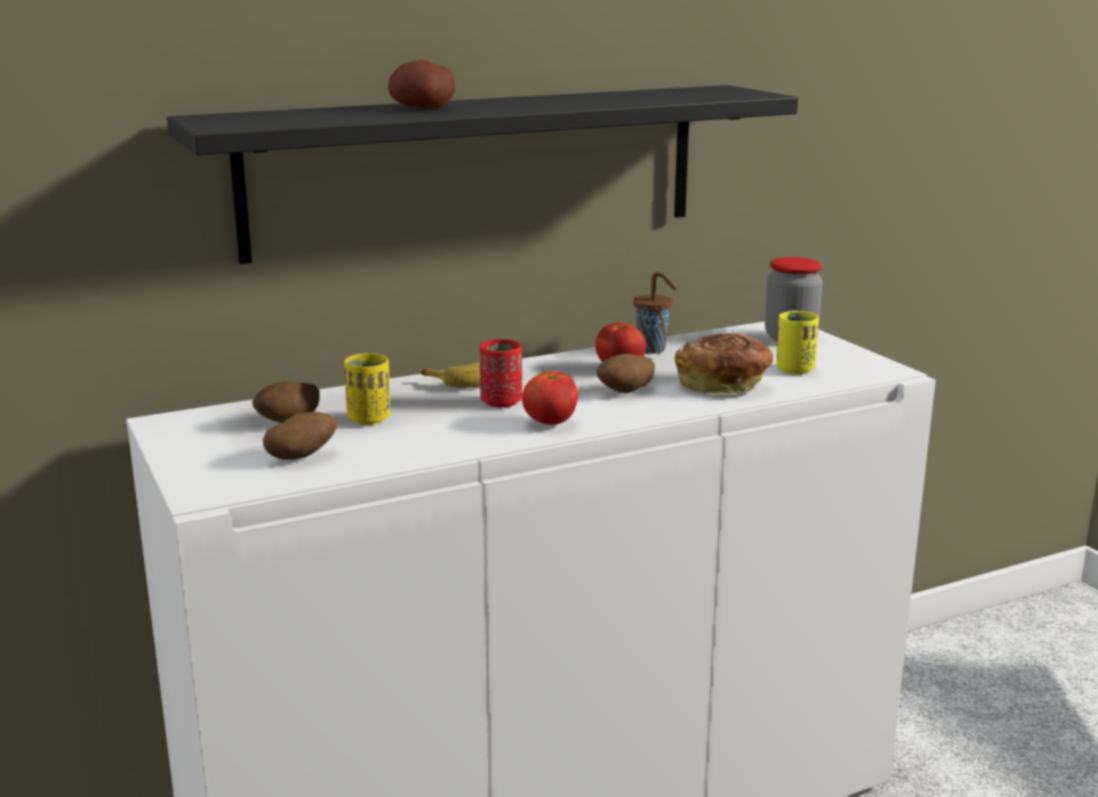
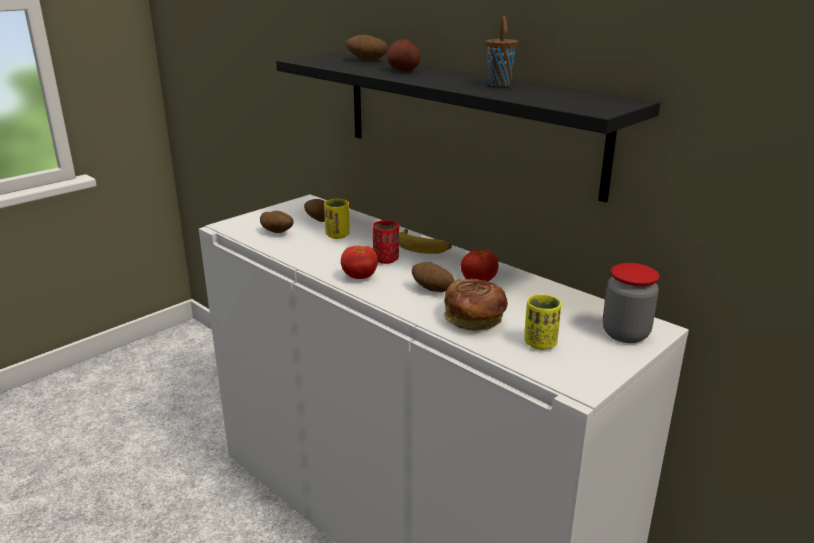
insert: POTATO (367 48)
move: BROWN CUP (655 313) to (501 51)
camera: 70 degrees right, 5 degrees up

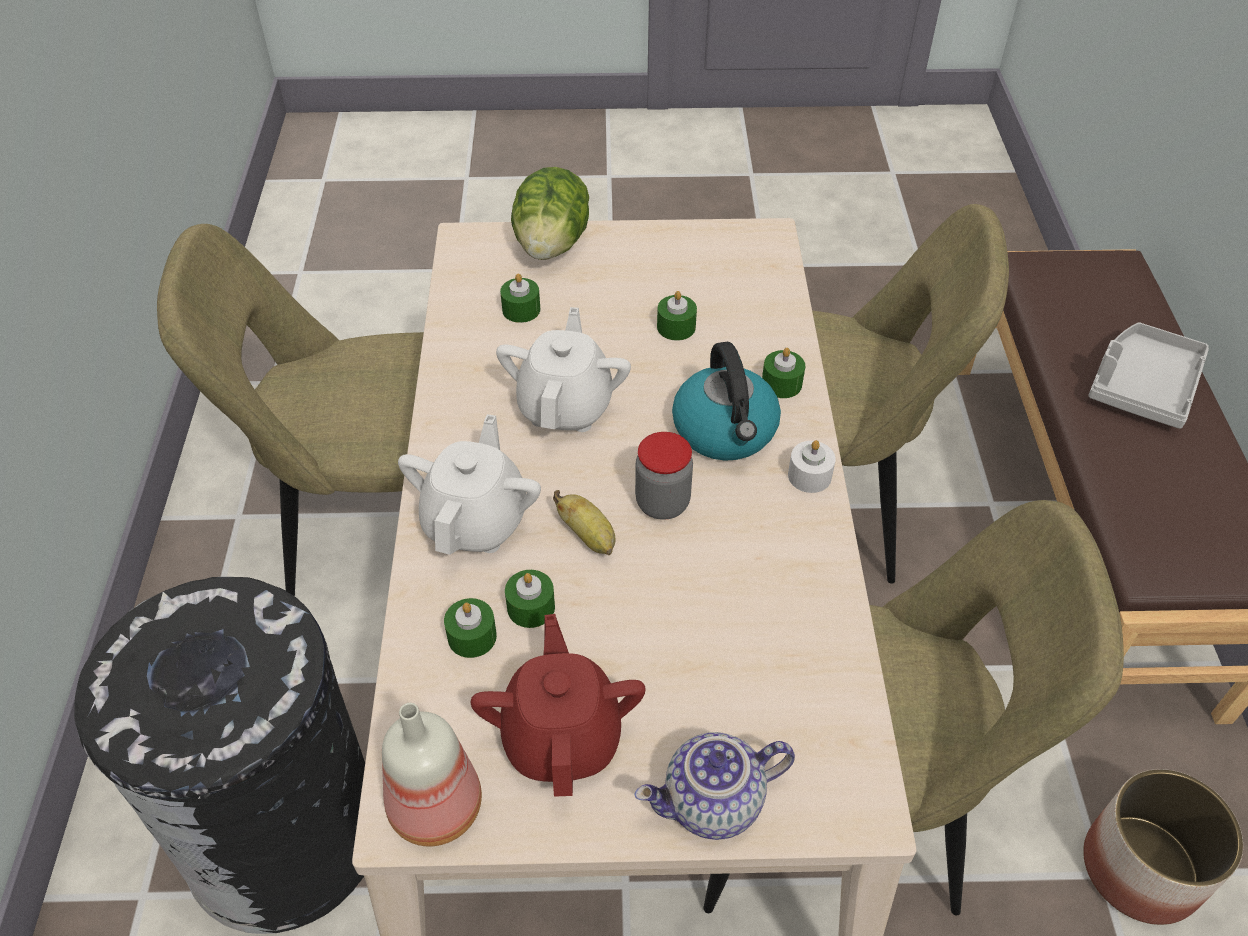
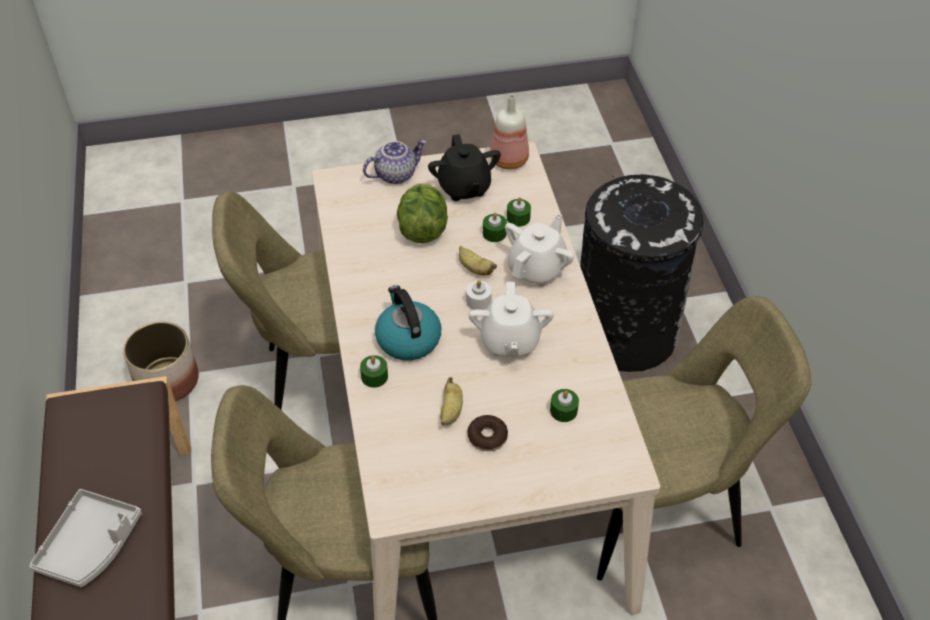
delete: JAR (664 476)
insert: DONUT (487 433)
move: LETTUCE (550 213) to (422 213); WHITE CANDLE (812 466) to (479 295)
replace: GREEN CANDLE (677 316) to BANANA (451 401)
recolor: RED TEAPOT (558 705) to BLACK TEAPOT (464 167)
rotate: WHITE TEAPOT (469 484) = (539 250) 150 degrees counterclockwise
camera: 170 degrees right, 0 degrees up

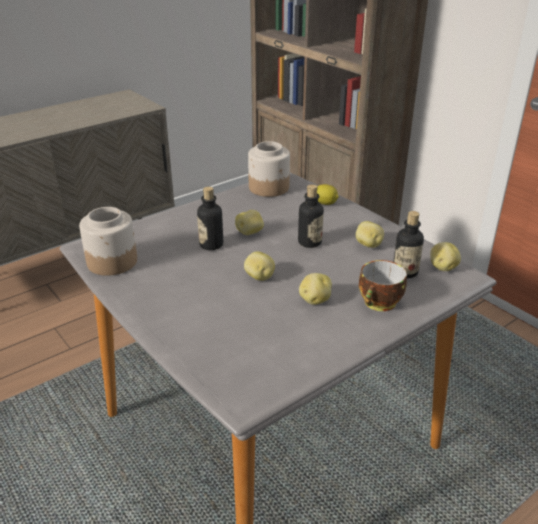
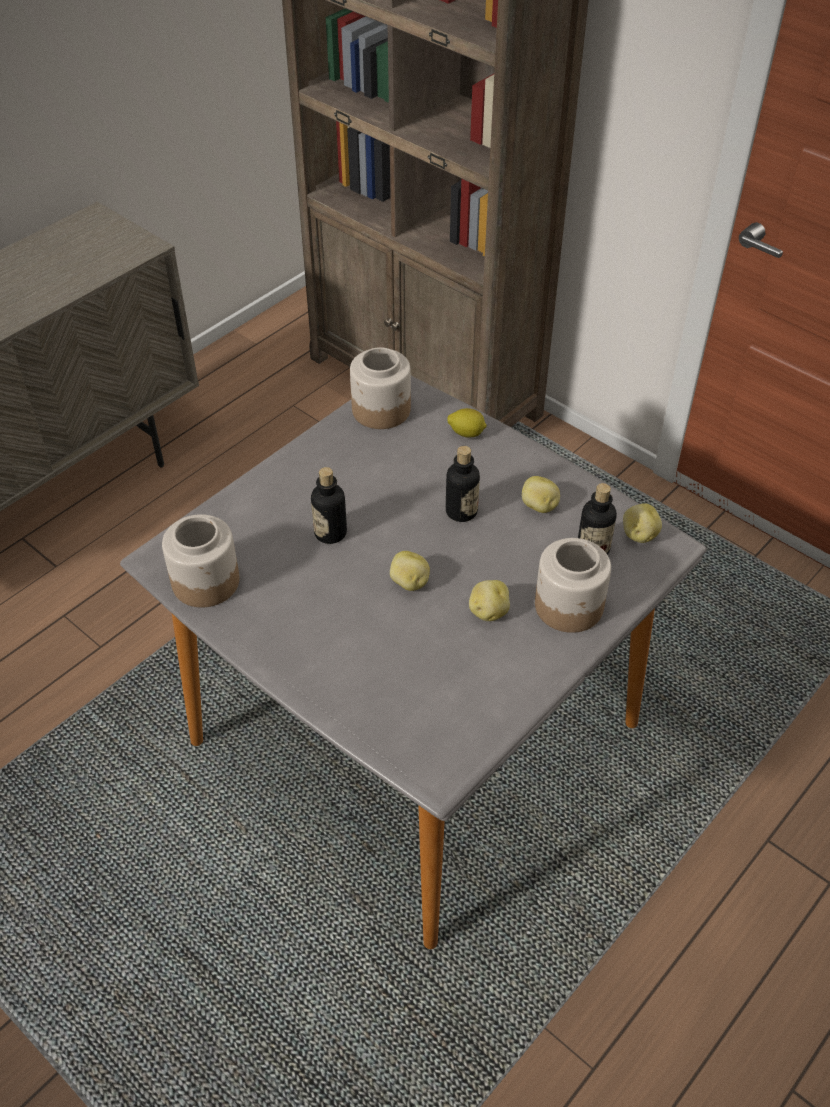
delete: POTATO (249 222)
replace: CUP (383 285) to JAR (573 585)
camera: 10 degrees left, 15 degrees up

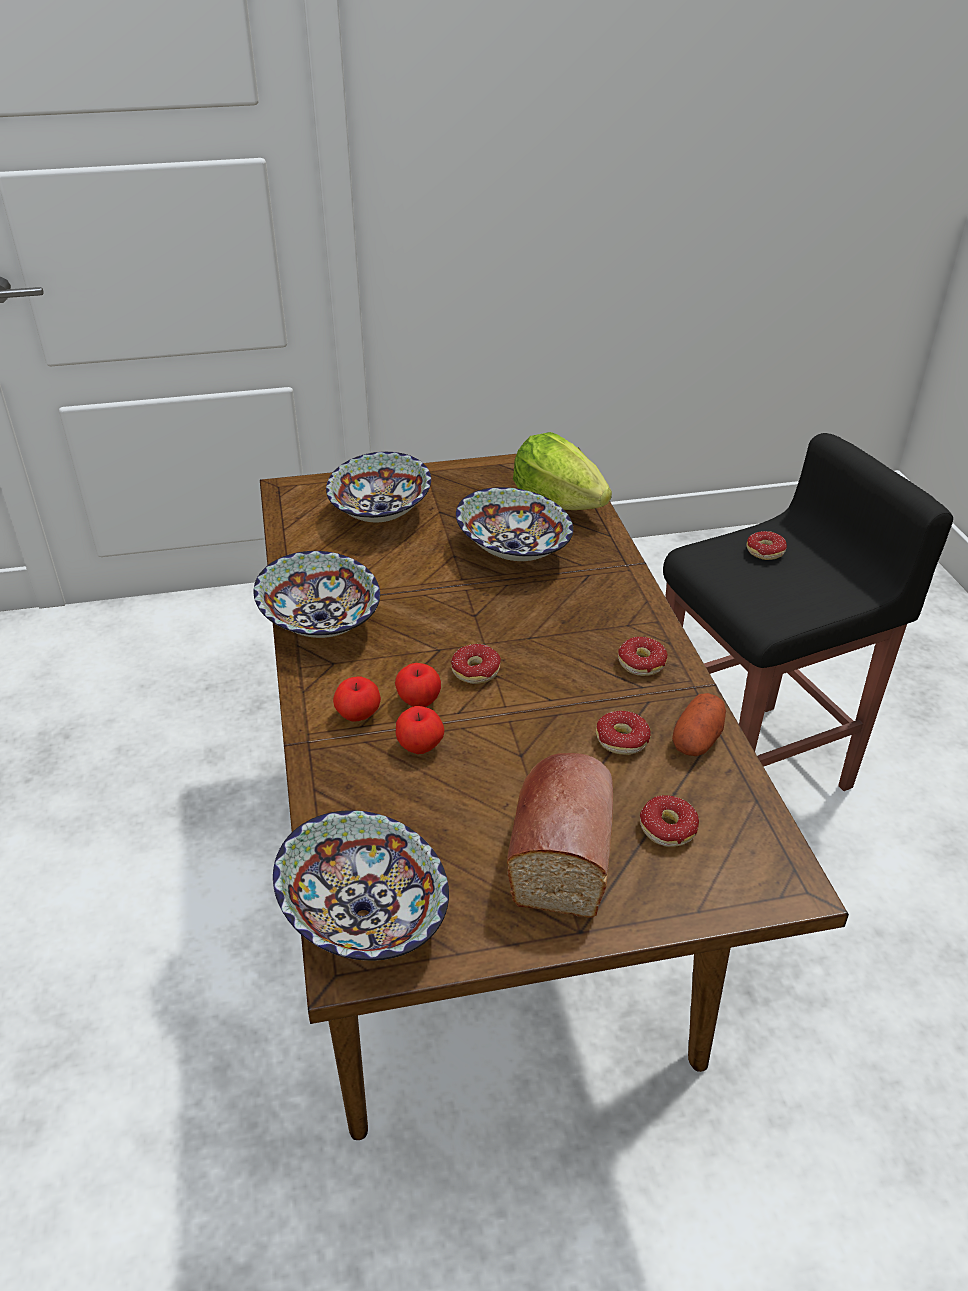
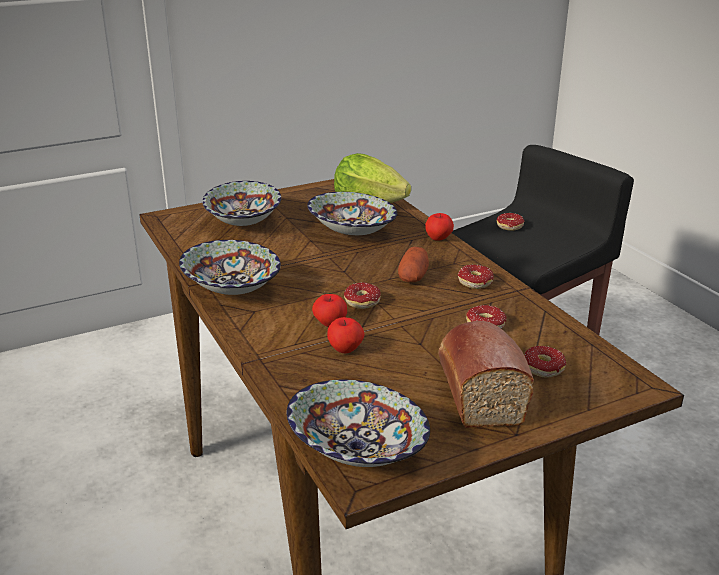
move: APPLE (357 699) to (439 227); POTATO (699 724) to (413 264)
camera: 15 degrees left, 10 degrees down

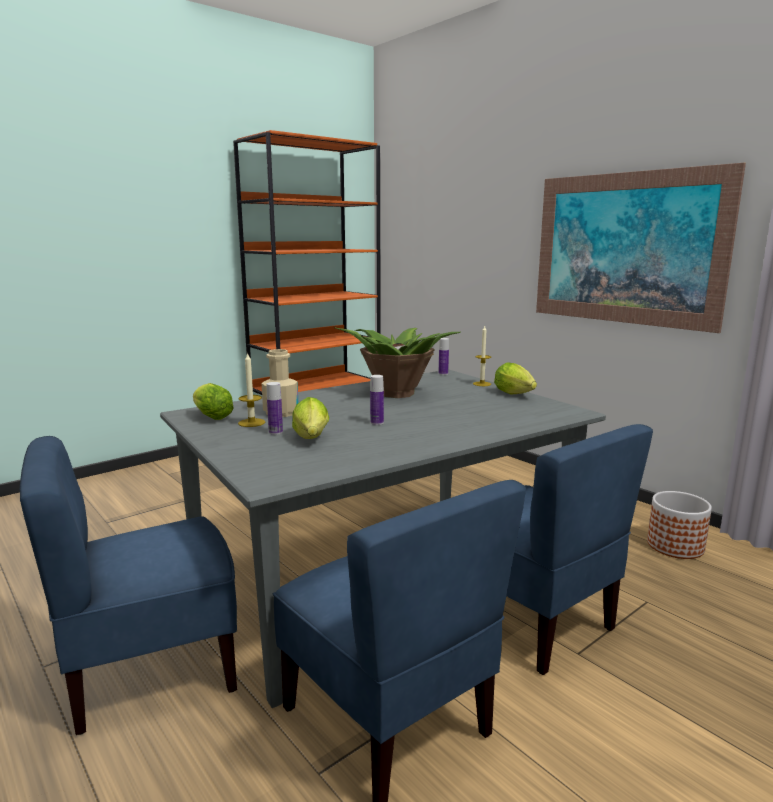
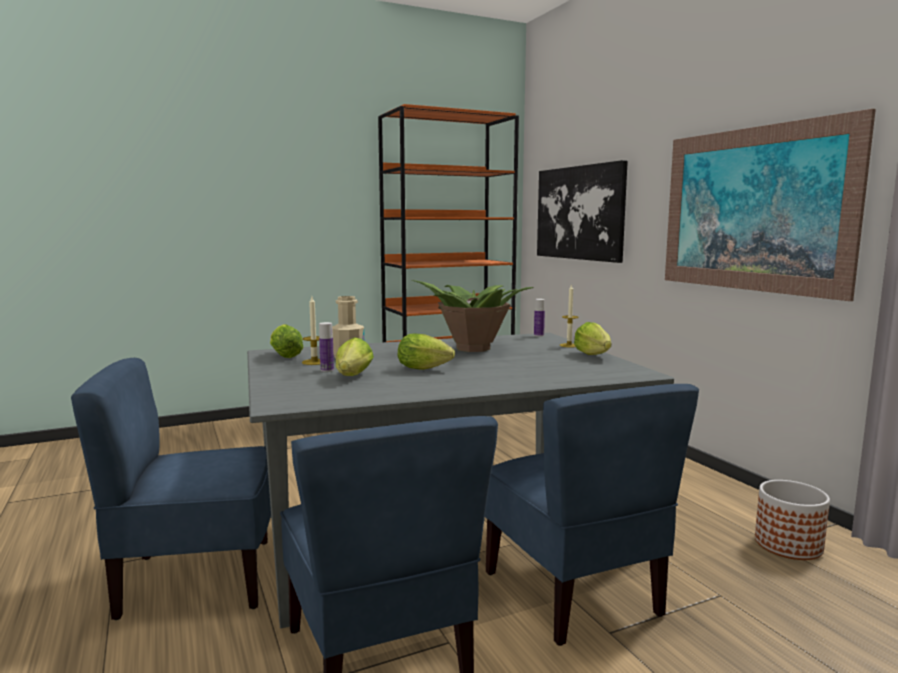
insert: PICTURE (582 211)
replace: BOTTLE (377 400) to LETTUCE (426 351)
camera: 15 degrees right, 5 degrees down

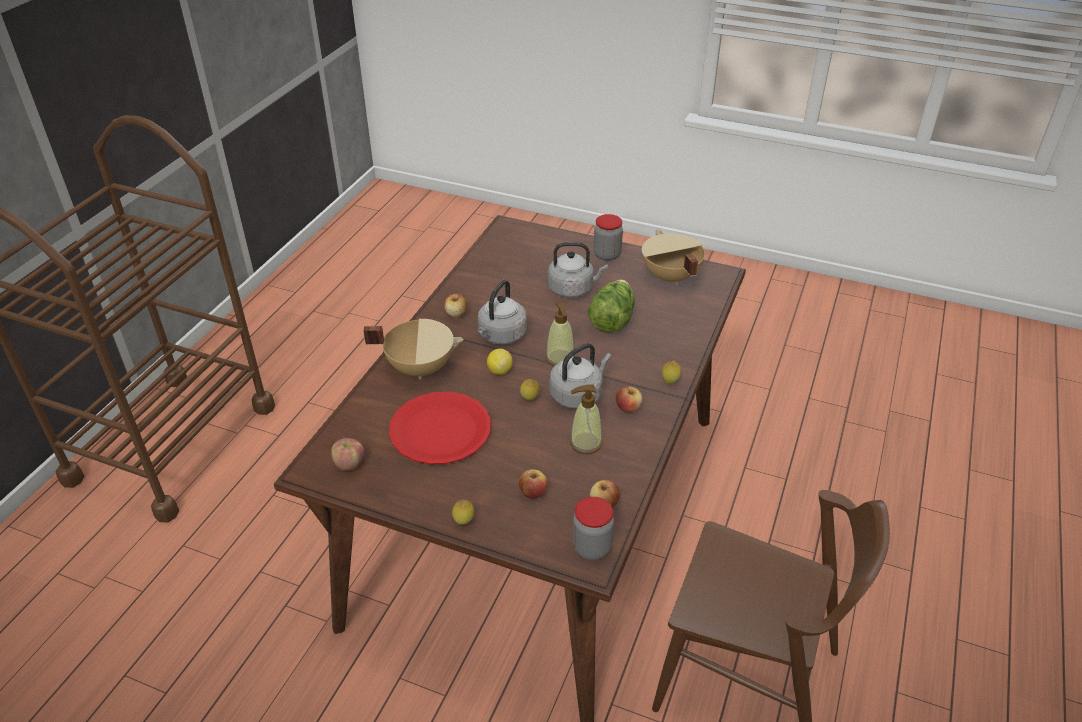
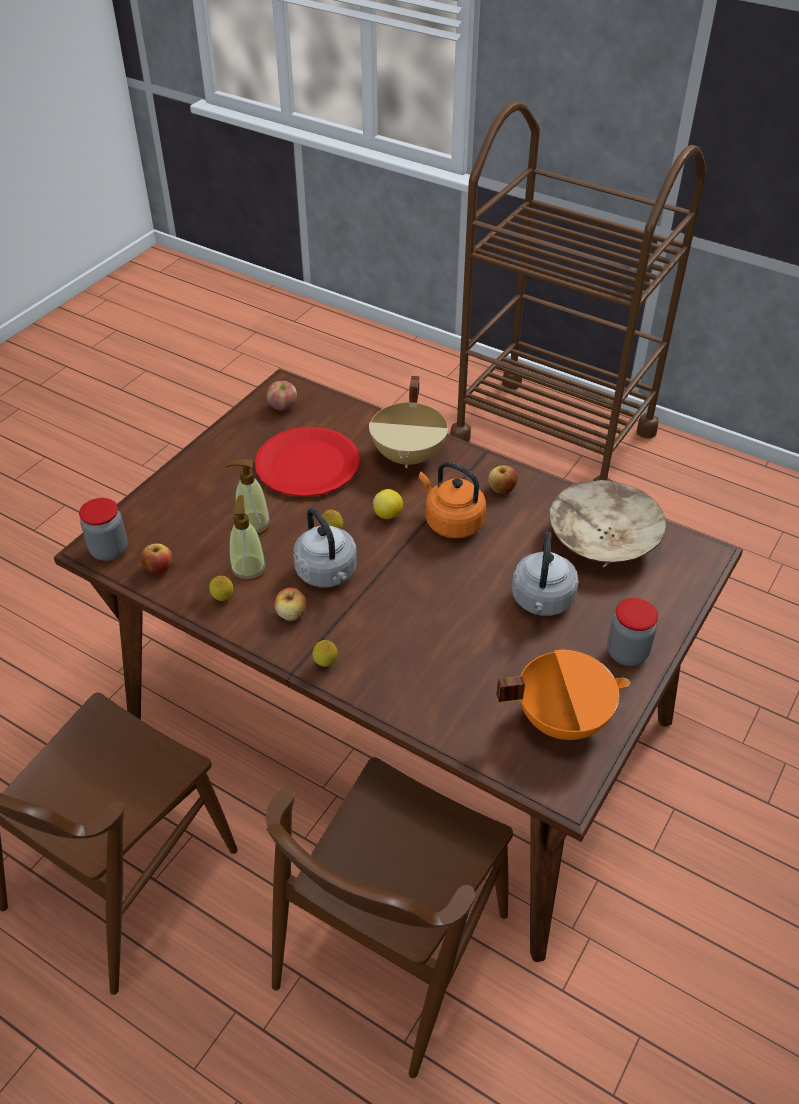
delete: LETTUCE (611 306); APPLE (533 484)
insert: BEIGE BOWL (607 524); BROWN CHAIR (389 917)
move: SOAP DISPENSER (560 334) to (248 496); LEMON (463 512) to (221 588)
recolor: BEIGE COOKING POT (673 257) to ORANGE COOKING POT (563 695); GREY KETTLE (502 312) to ORANGE KETTLE (452 500)
camera: 100 degrees right, 5 degrees up

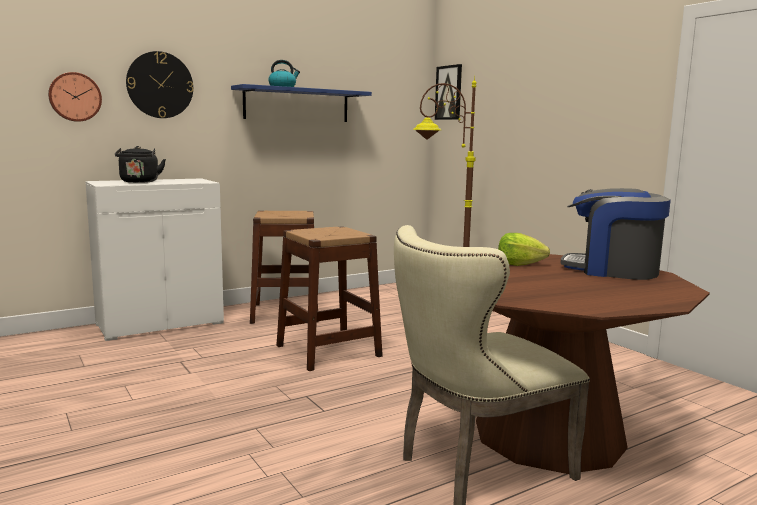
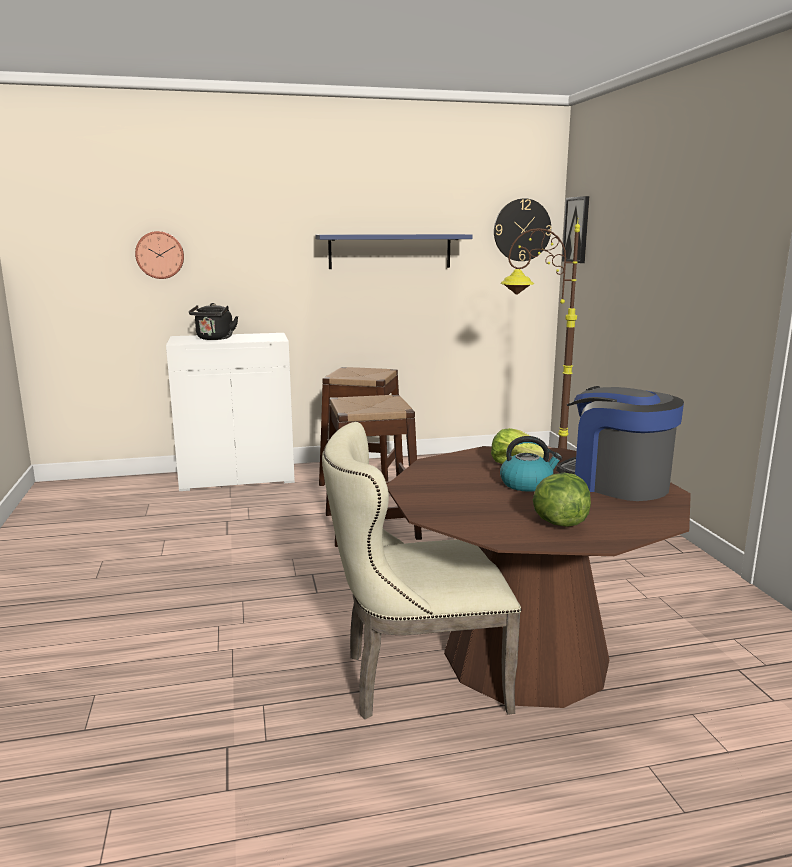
insert: LETTUCE (562 500)
move: WALL CLOCK (160 84) to (523 229); KETTLE (284 73) to (531 464)
camera: 20 degrees right, 5 degrees up

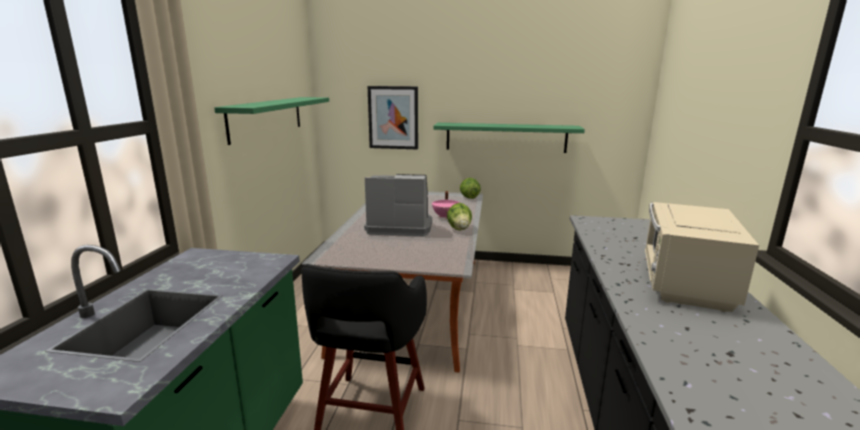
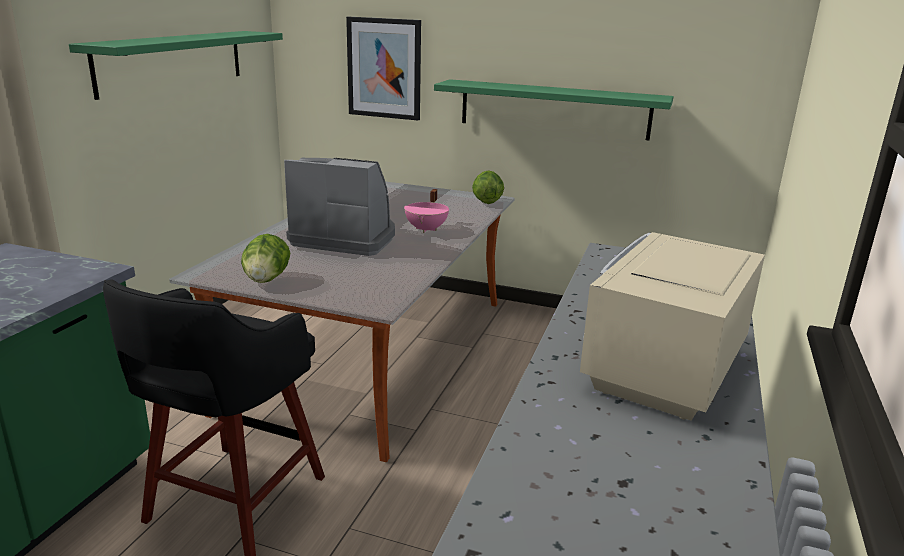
move: LETTUCE (459 217) to (265 258)
camera: 10 degrees right, 5 degrees up

